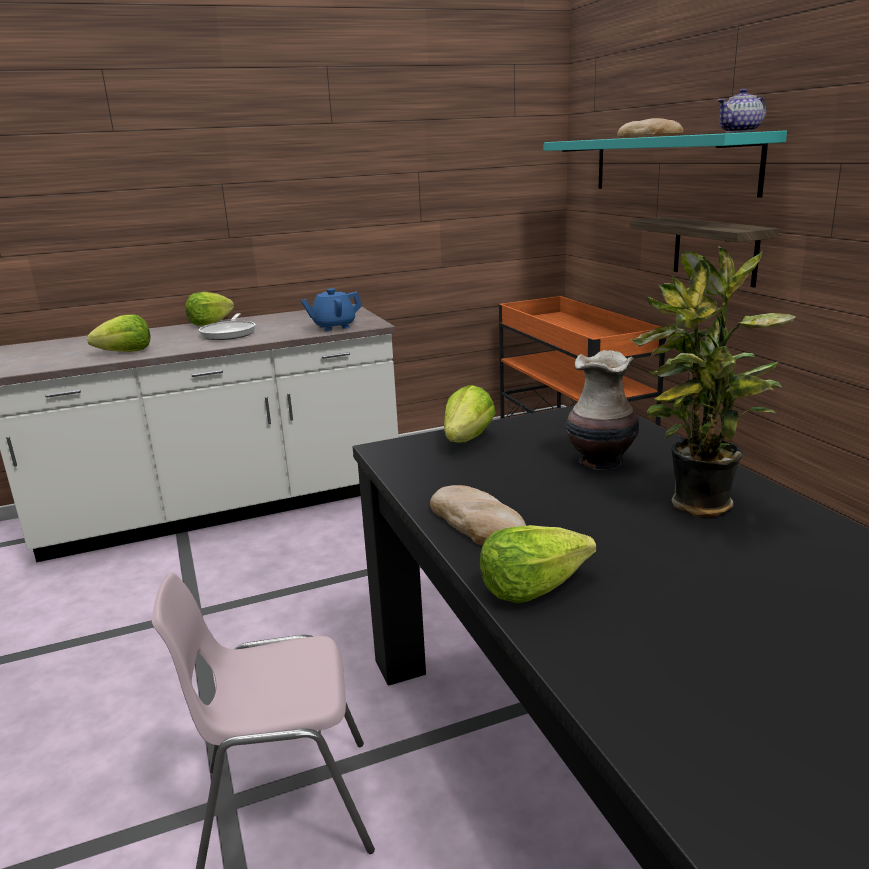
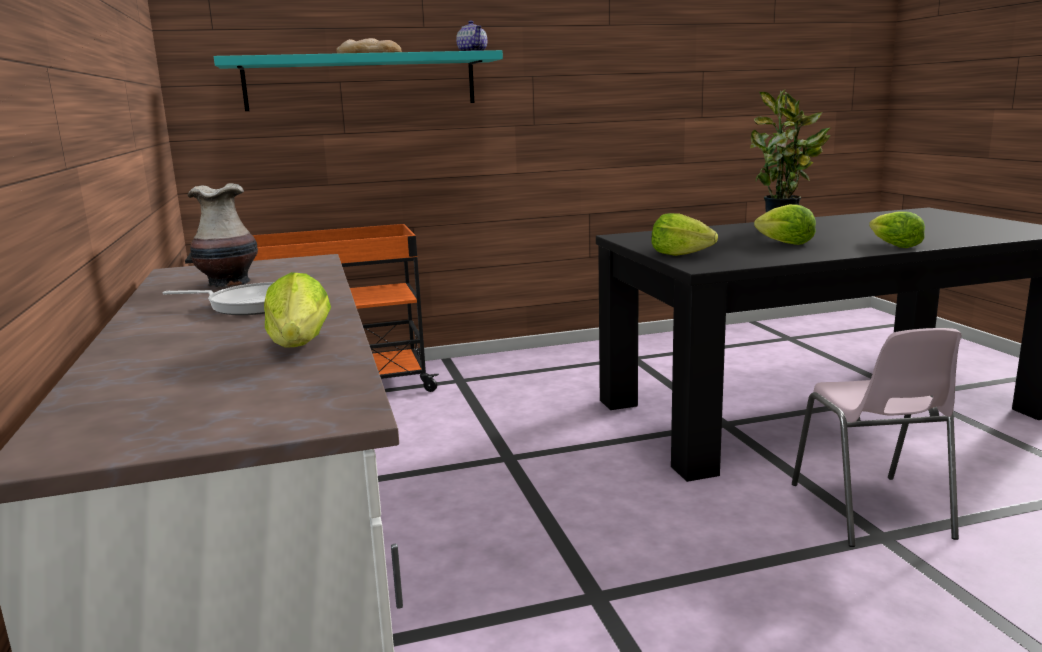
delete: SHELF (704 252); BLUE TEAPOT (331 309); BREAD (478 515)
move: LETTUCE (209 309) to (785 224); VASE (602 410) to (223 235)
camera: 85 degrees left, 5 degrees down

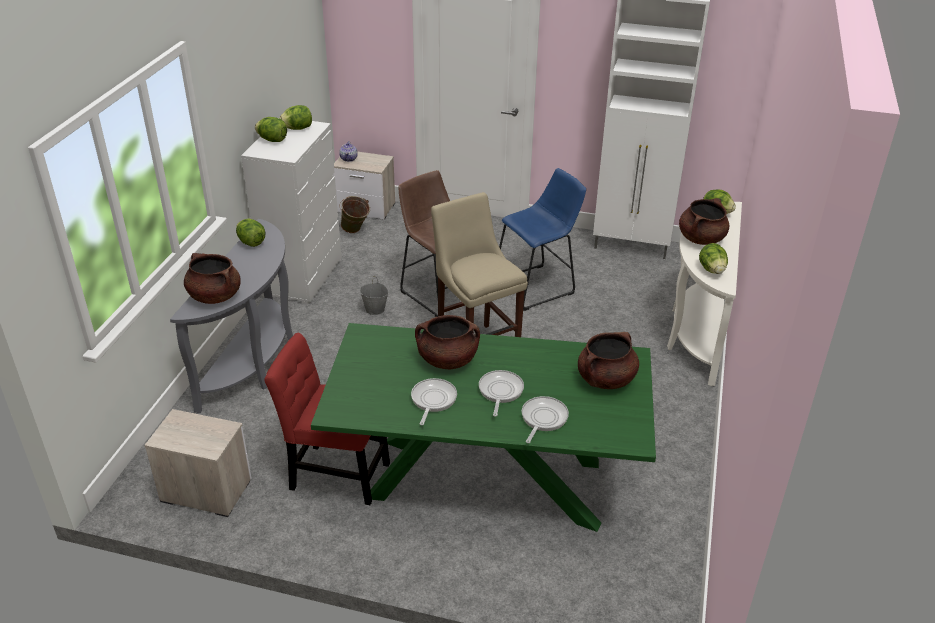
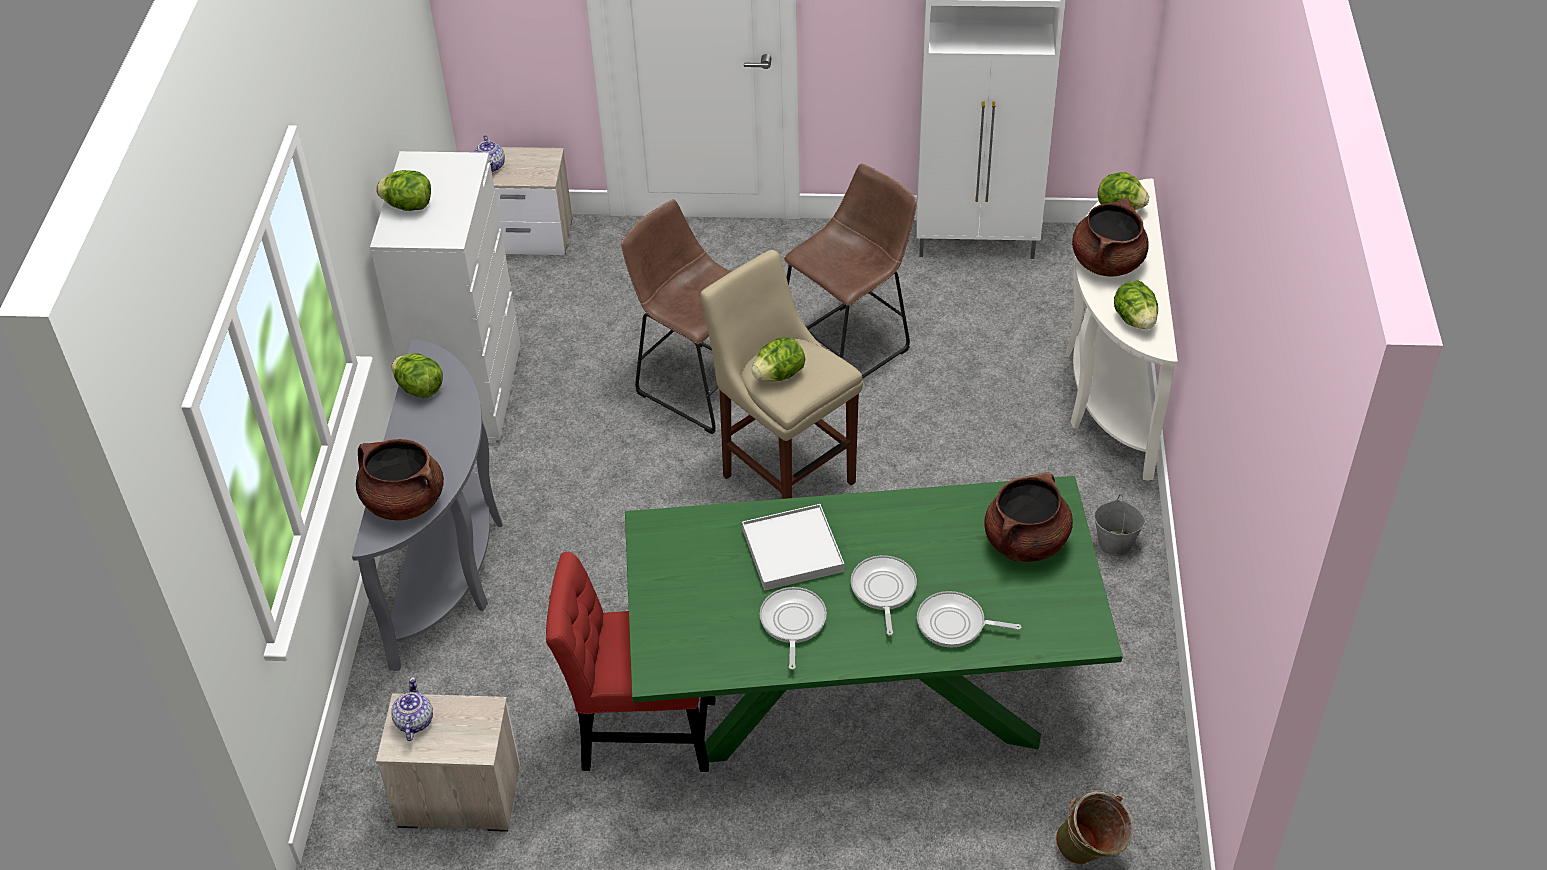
insert: TEAPOT (412 709)
move: LETTUCE (295 117) to (778 359); GREEN BUCKET (354 214) to (1094 827); GREY BUCKET (374 295) to (1120 525)
replace: BROWN COOKING POT (447 342) to WHITE TRAY (793 547)
recolor: BLUE STOOL (542 239) to BROWN STOOL (850 271)
rotate: FRYING PAN (545 419) = (969 619) 90 degrees counterclockwise
camera: 10 degrees left, 10 degrees up

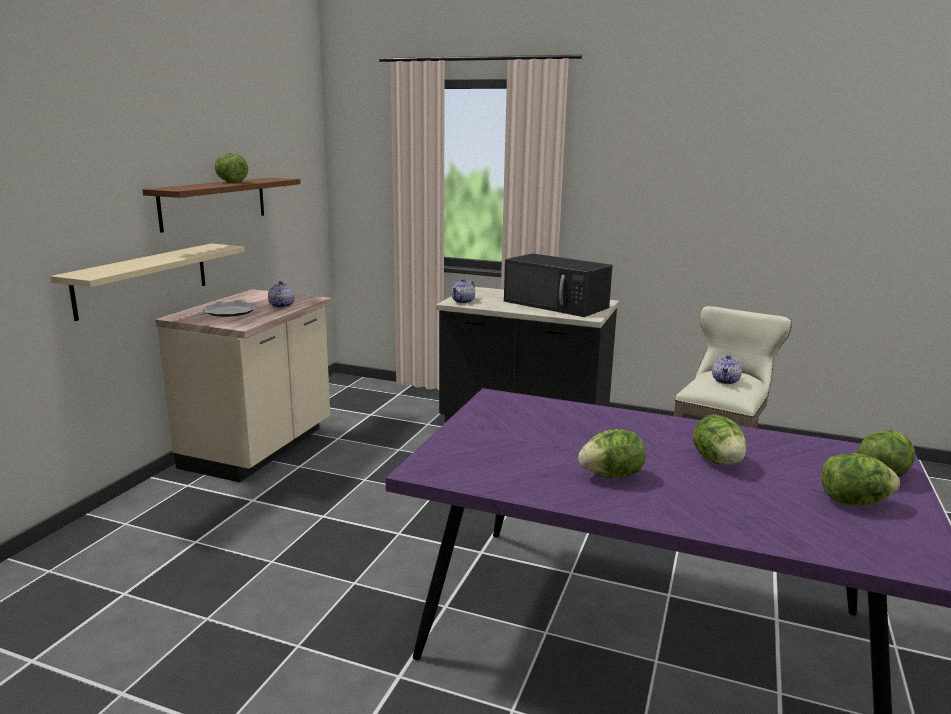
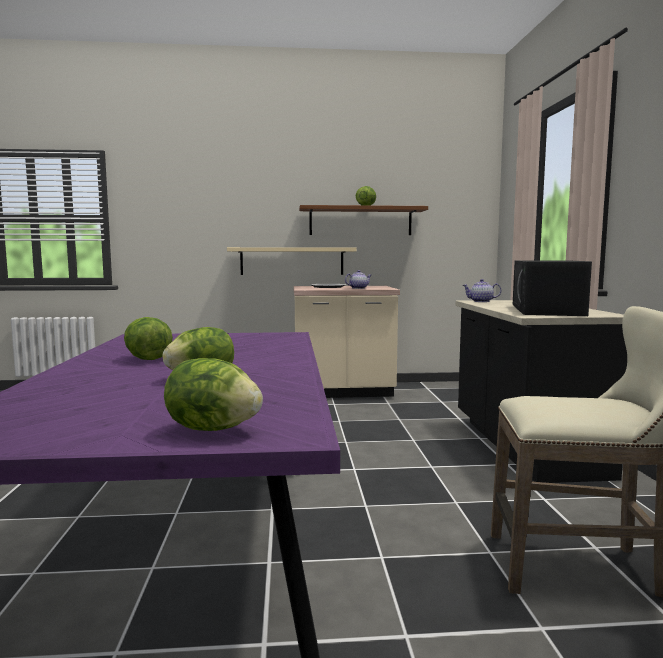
delete: TEAPOT (727 369); LETTUCE (860 479)
camera: 65 degrees right, 10 degrees down

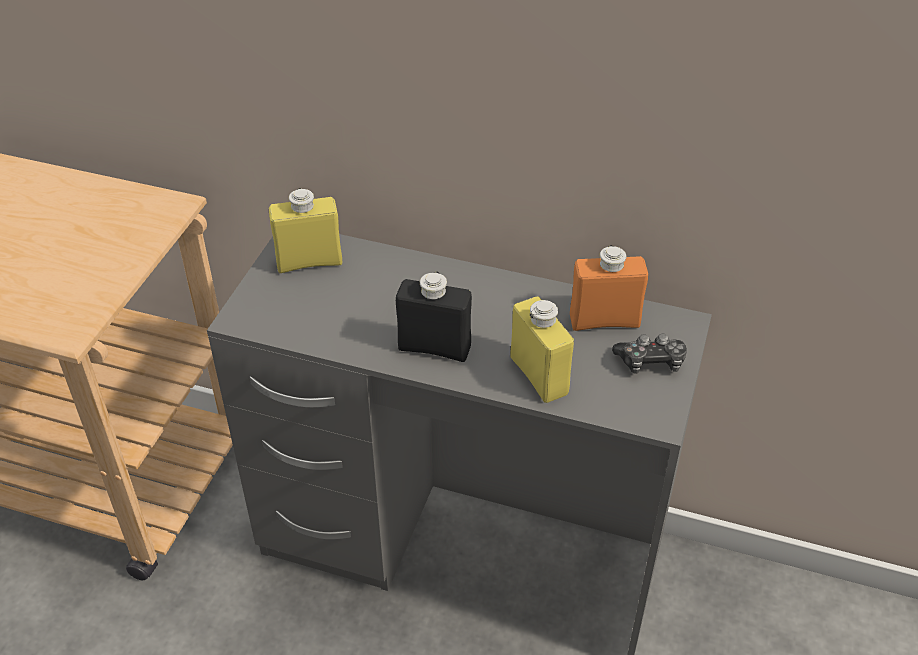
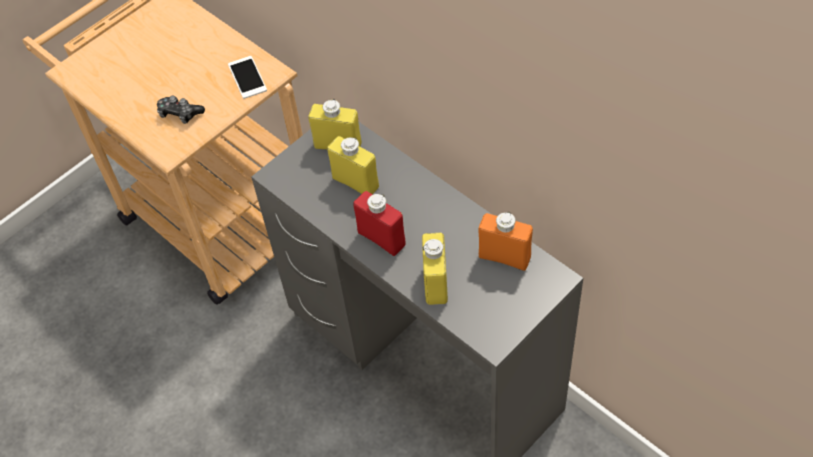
insert: PHONE (247 77); YELLOW BOTTLE (353 165)
move: GAME CONTROLLER (649 354) to (181 110)
recolor: BLACK BOTTLE (434 317) to RED BOTTLE (379 223)
camera: 30 degrees right, 10 degrees up

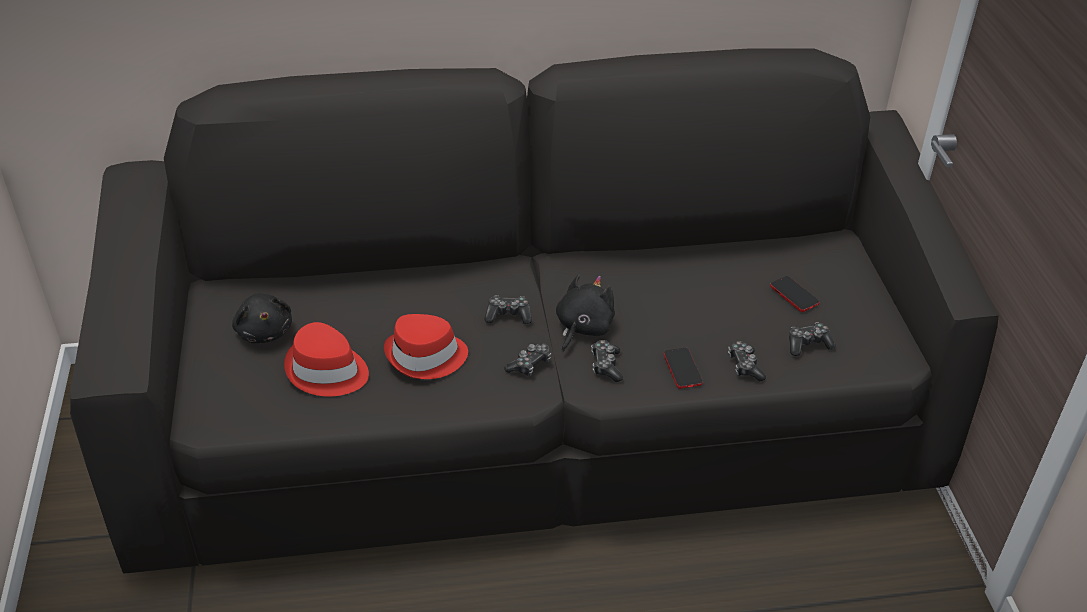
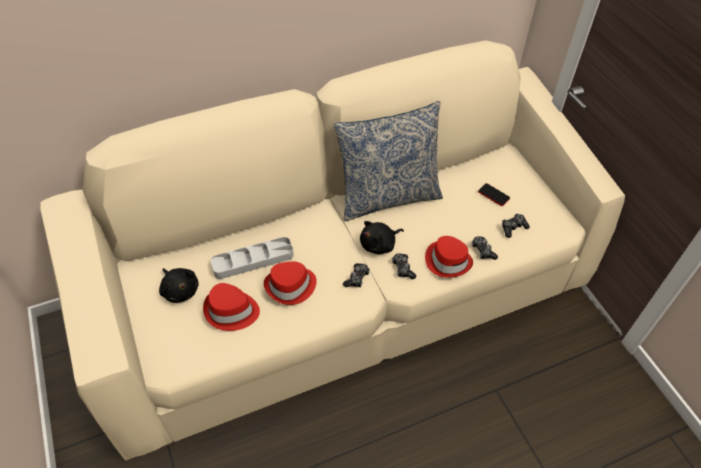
delete: GAME CONTROLLER (508 309)
insert: PILLOW (388 161); GREY TRAY (252 258)
replace: PHONE (683 368) to RED HAT (449 257)
recolor: BLACK SOFA (534 311) to BEIGE SOFA (332 250)
rotate: BLACK PLUSH TOY (585 313) = (382 237) 135 degrees counterclockwise
camera: 15 degrees left, 10 degrees up

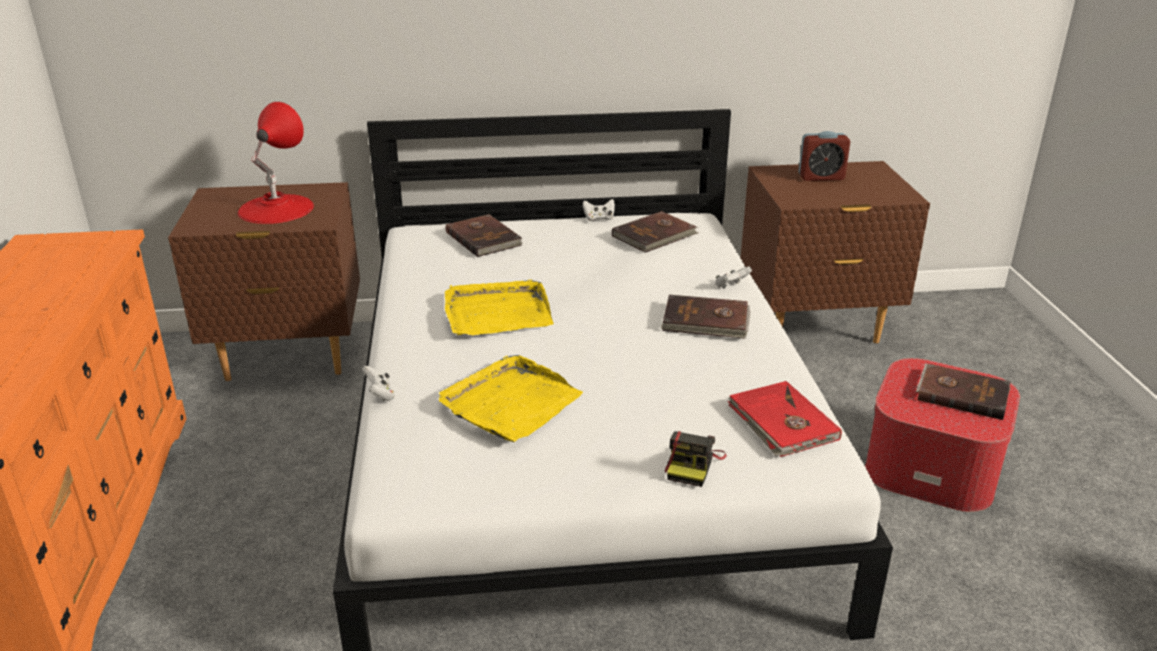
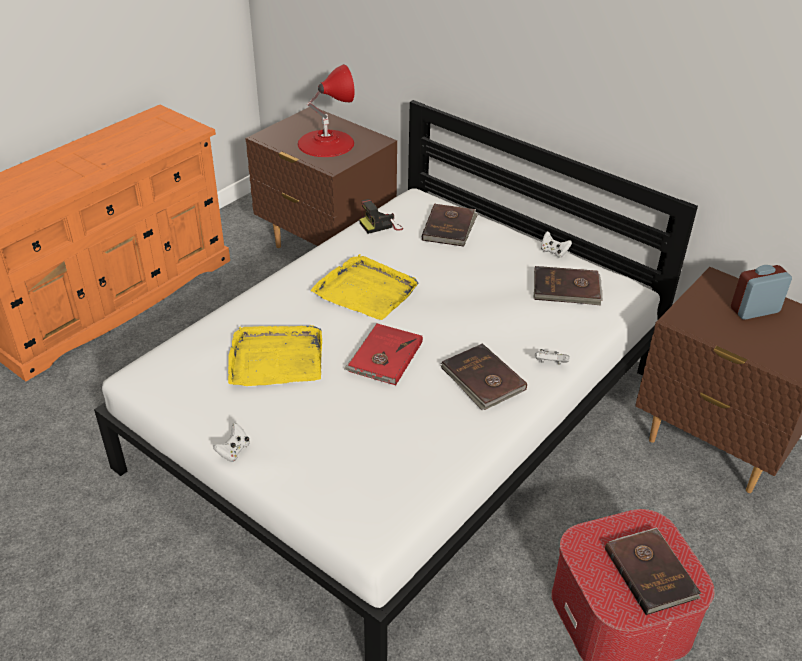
move: WHITE GAME CONTROLLER (378 383) to (231 442); RED BOOK (785 419) to (383 355); PHOTO CAMERA (696 459) to (381 216)
rotate: ALARM CLOCK (824 156) = (761 292) 120 degrees clockwise
camera: 45 degrees right, 10 degrees up

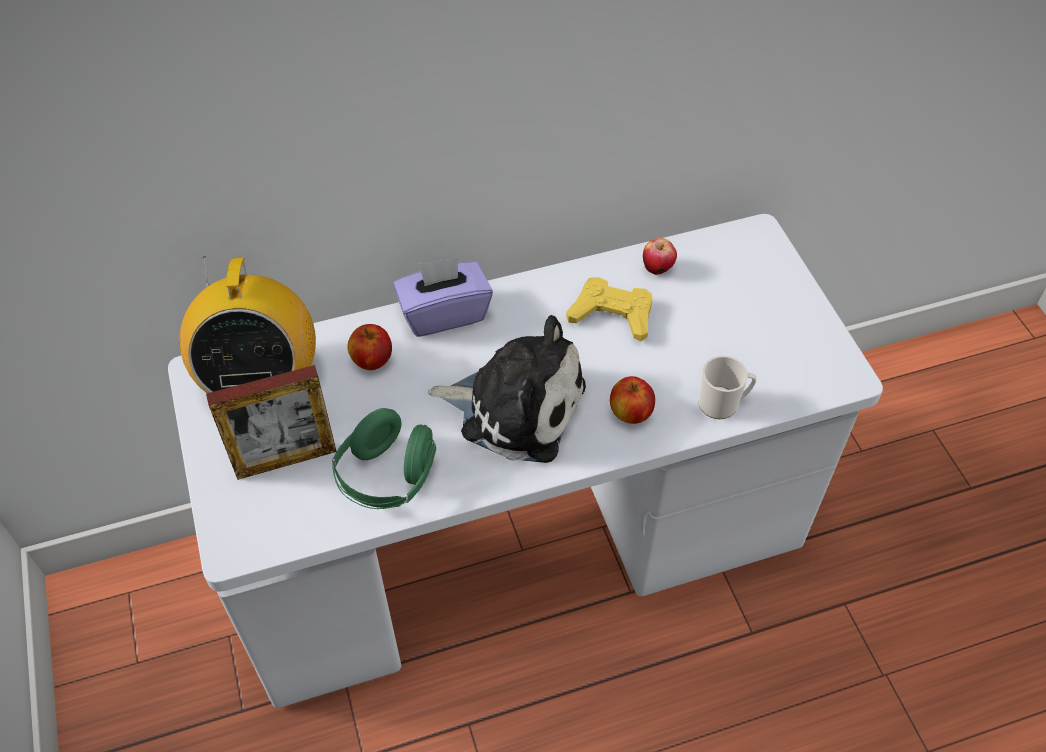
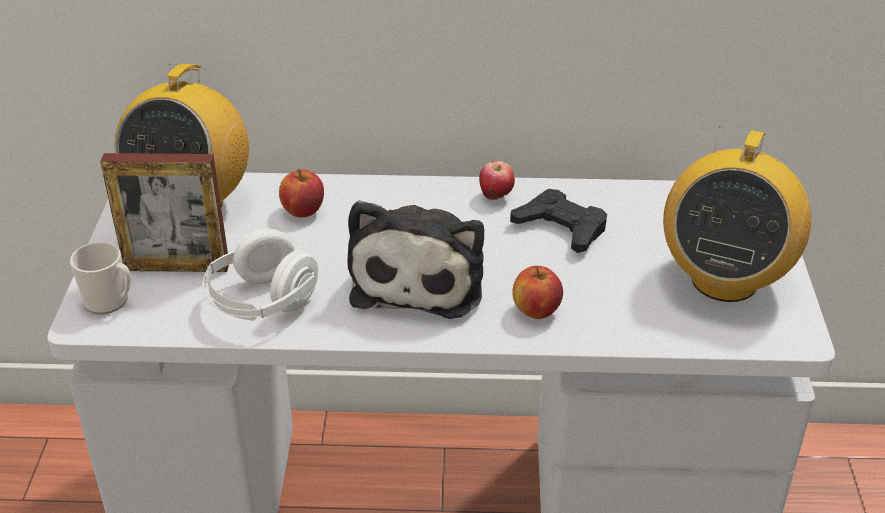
delete: PURPLE TISSUE BOX (443 297)
insert: RADIO (737 214)
move: APPLE (660 256) to (497 180); MUG (727 387) to (100 278)
recolor: YELLOW GAME CONTROLLER (609 309) to BLACK GAME CONTROLLER (558 221); GREEN HEADPHONES (384 458) to WHITE HEADPHONES (260 274)
rotate: PLUSH TOY (507 389) = (416 259) 60 degrees clockwise
camera: 20 degrees right, 15 degrees down

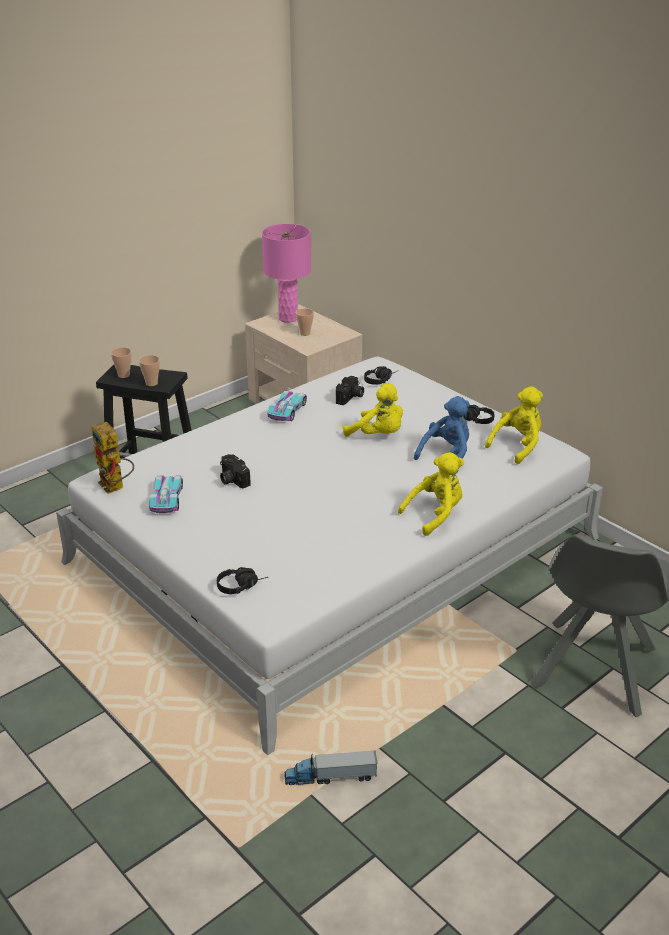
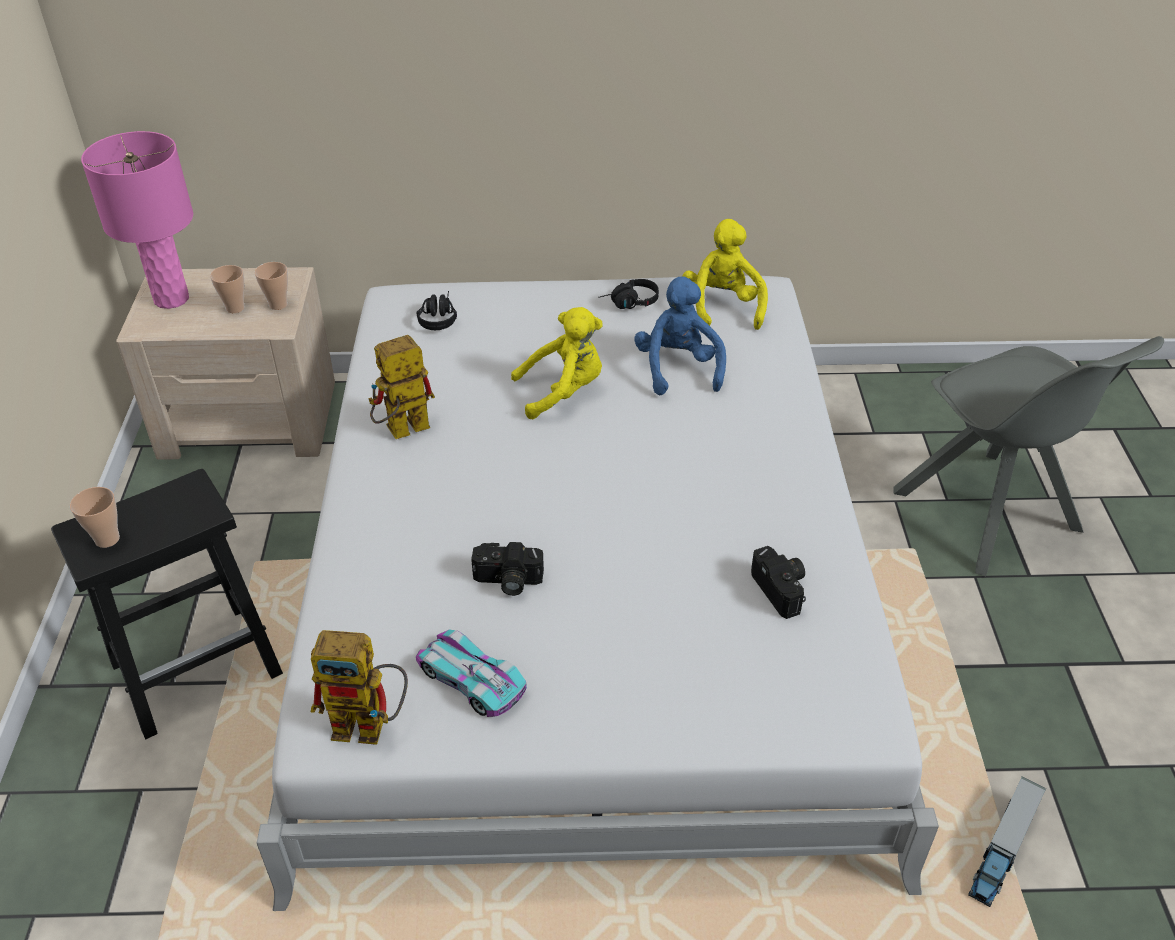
delete: YELLOW PLUSH TOY (431 494); BLACK HEADPHONES (242 580)
move: CUP (149 370) to (271 286); PHOTO CAMERA (350 390) to (778 582)
replace: TOY CAR (287 406) to TOY ROBOT (401 387)
camera: 50 degrees left, 10 degrees up

